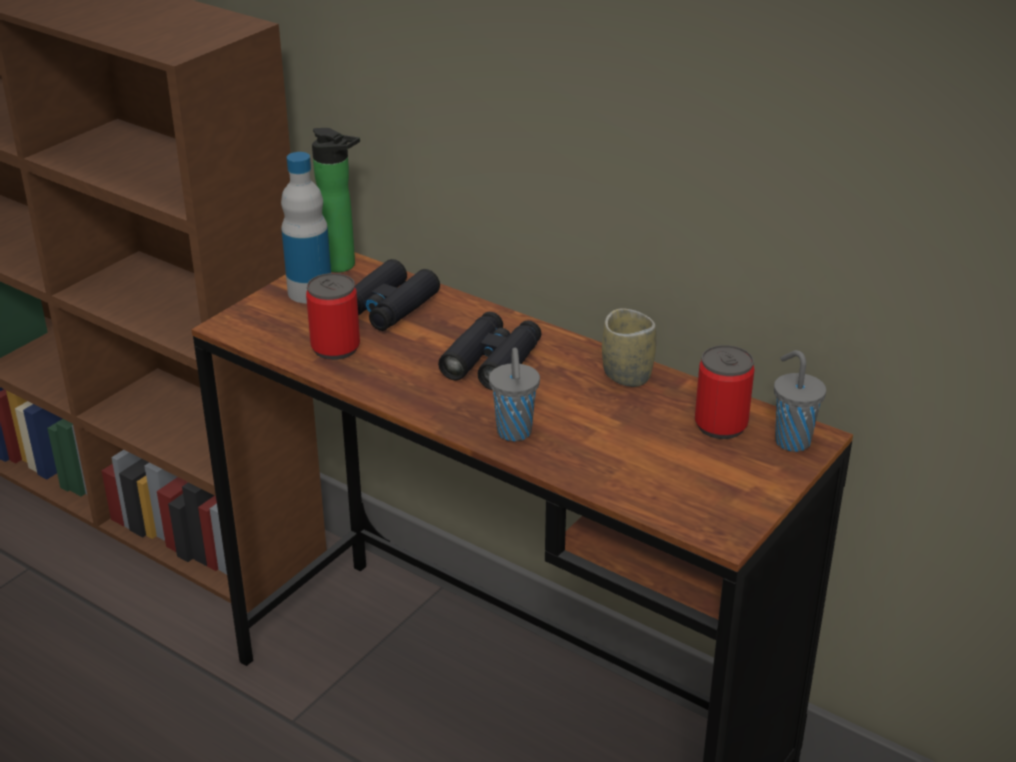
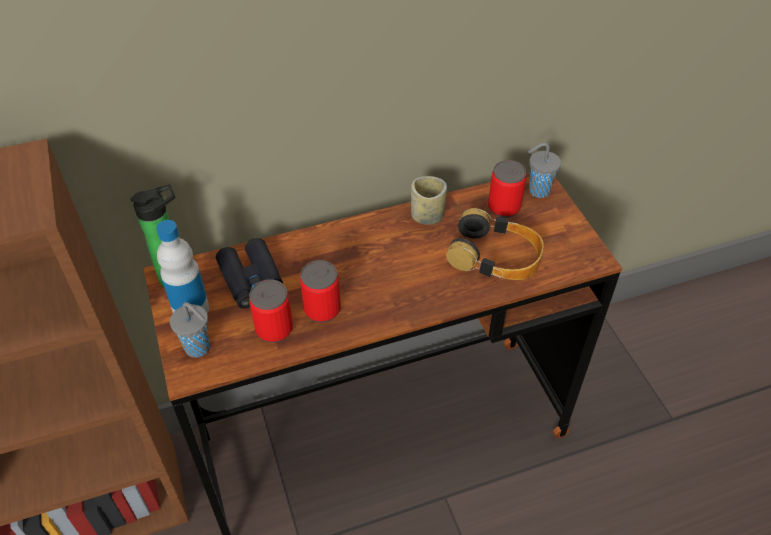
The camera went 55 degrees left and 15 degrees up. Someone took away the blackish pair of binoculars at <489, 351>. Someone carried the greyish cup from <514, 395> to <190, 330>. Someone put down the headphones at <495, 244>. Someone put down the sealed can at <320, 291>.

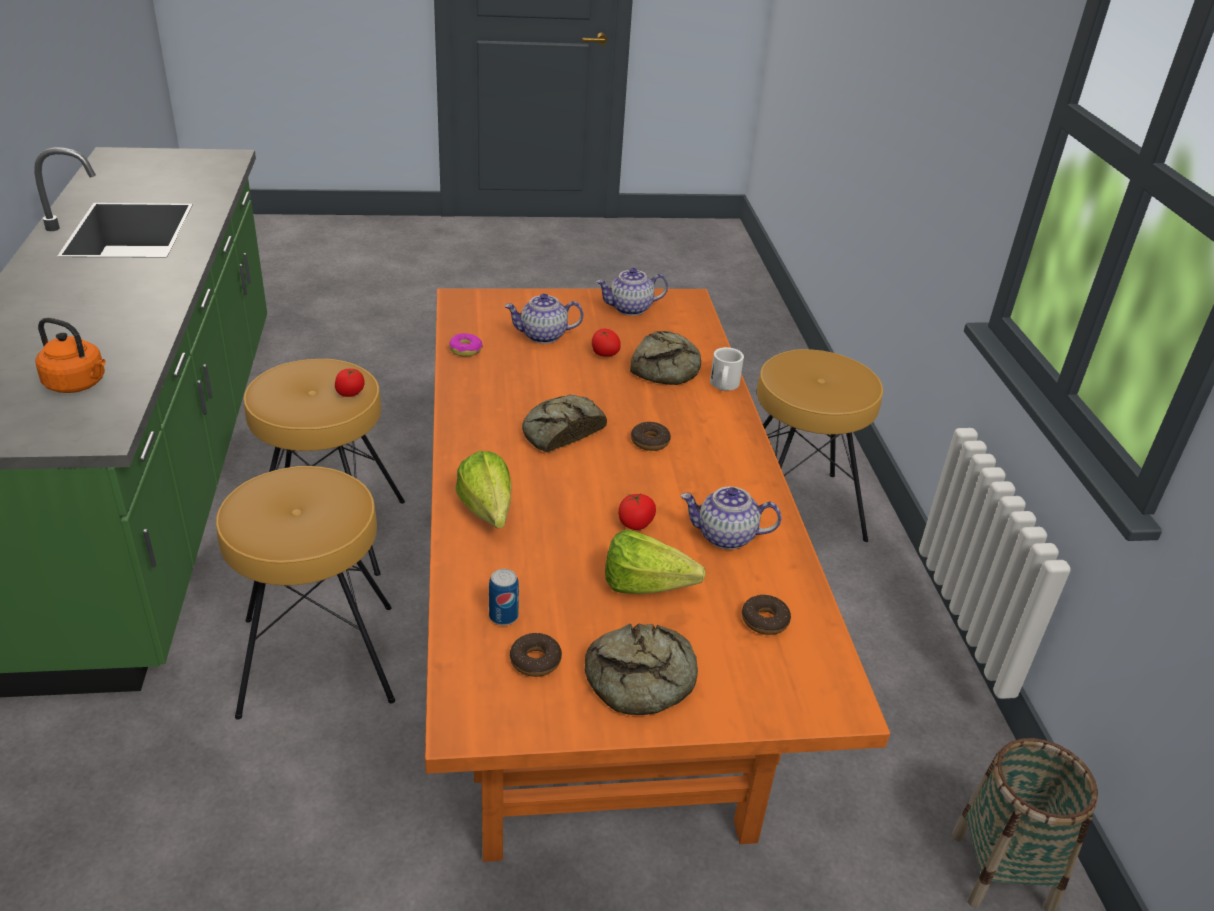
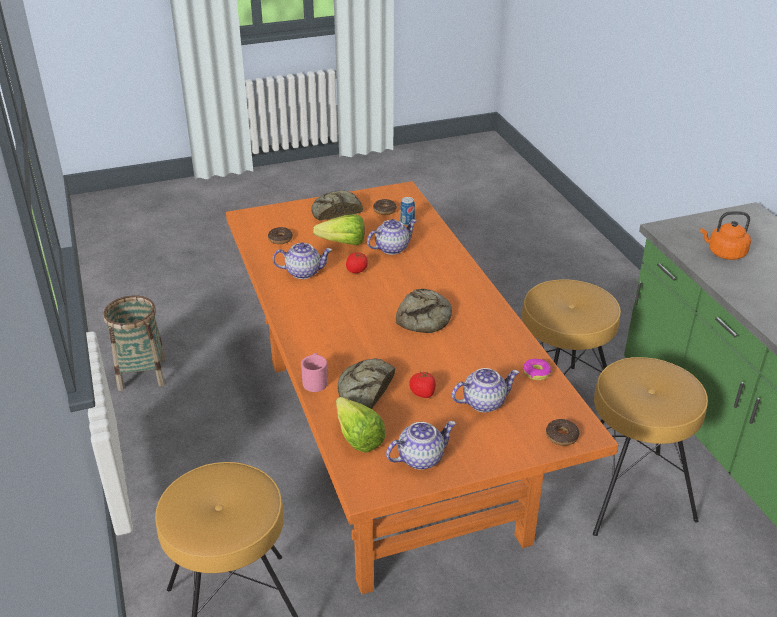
The camera went 170 degrees right and 0 degrees up. Someone repainted the white-coloured mug at <727, 369>, which became the pink-coloured mug at <314, 372>. Someone took away the tomato at <350, 383>. Someone carried the doughnut from <651, 436> to <562, 432>. Someone carried the lettuce from <484, 489> to <361, 425>. Someone put down the teapot at <392, 237>.

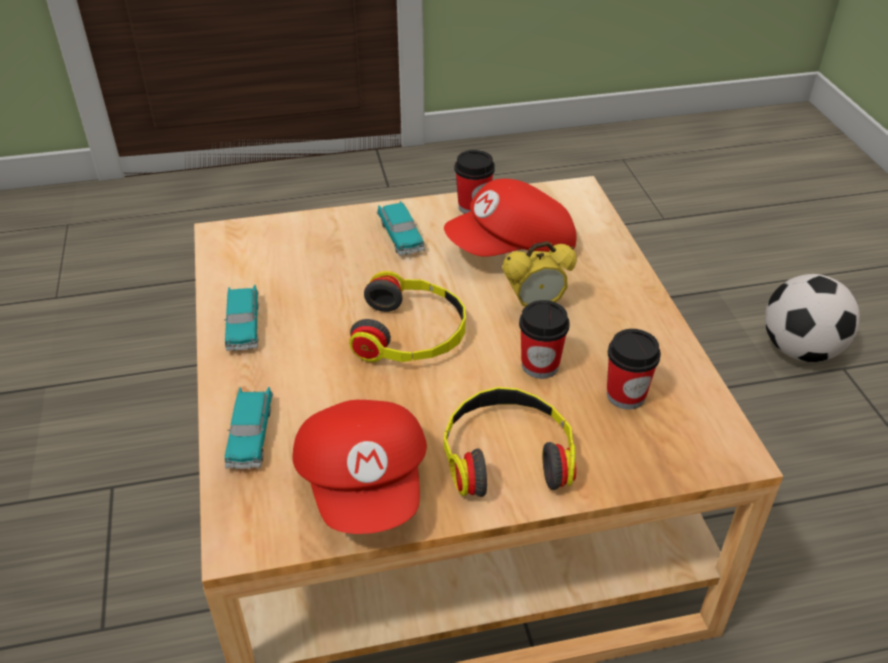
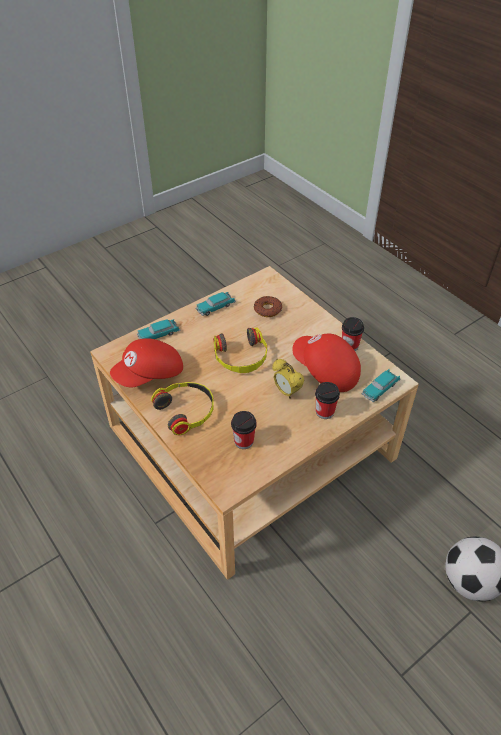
The camera went 65 degrees right and 5 degrees up. Someone carried the miniature car from <401, 228> to <381, 385>. Someone carried the cup from <544, 339> to <327, 400>. Someone put down the doughnut at <268, 306>.

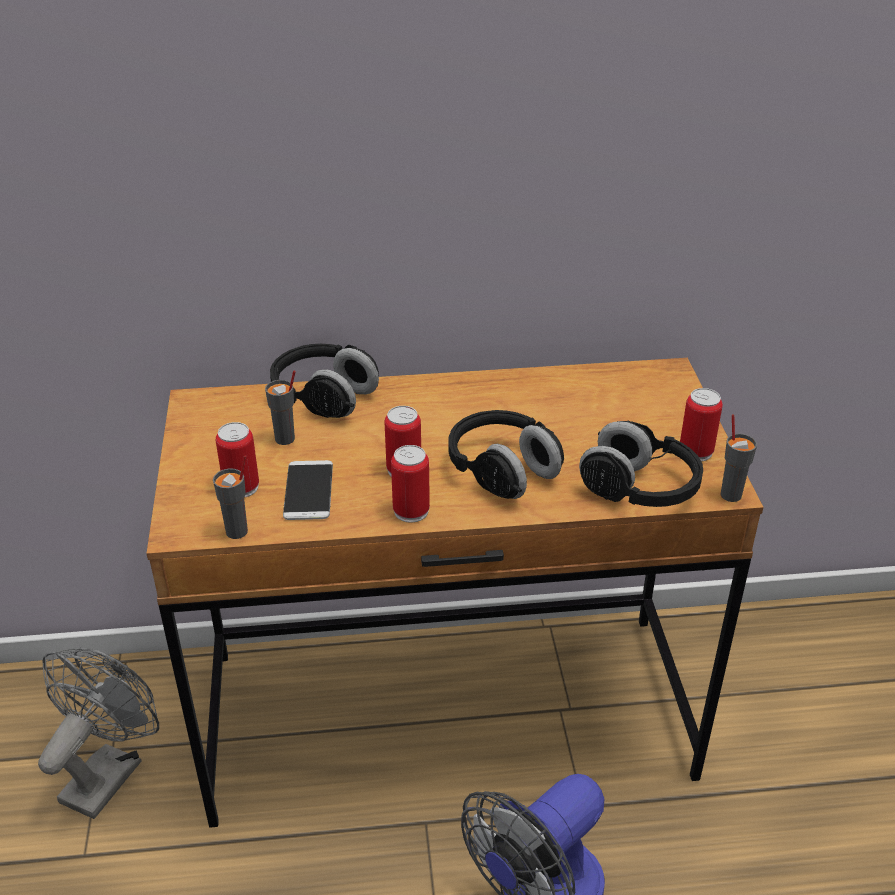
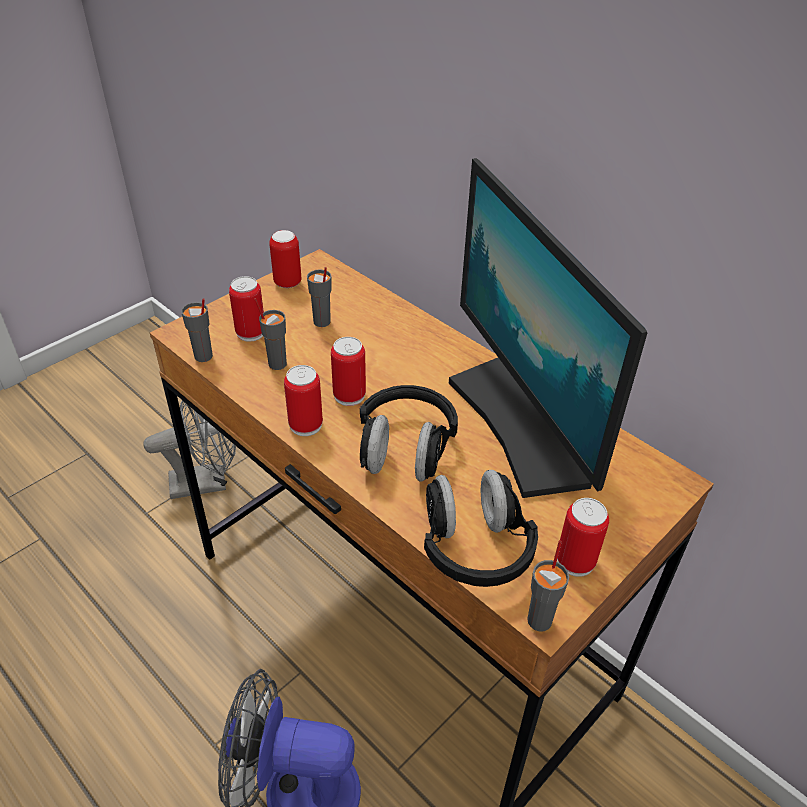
The camera went 50 degrees right and 5 degrees up. Someone took away the blackish headphones at <324, 381>. Someone swapped the handset at <308, 490> for the greyish cup at <270, 334>. Someone put down the monitor at <548, 328>. Someone put down the sealed can at <285, 259>.

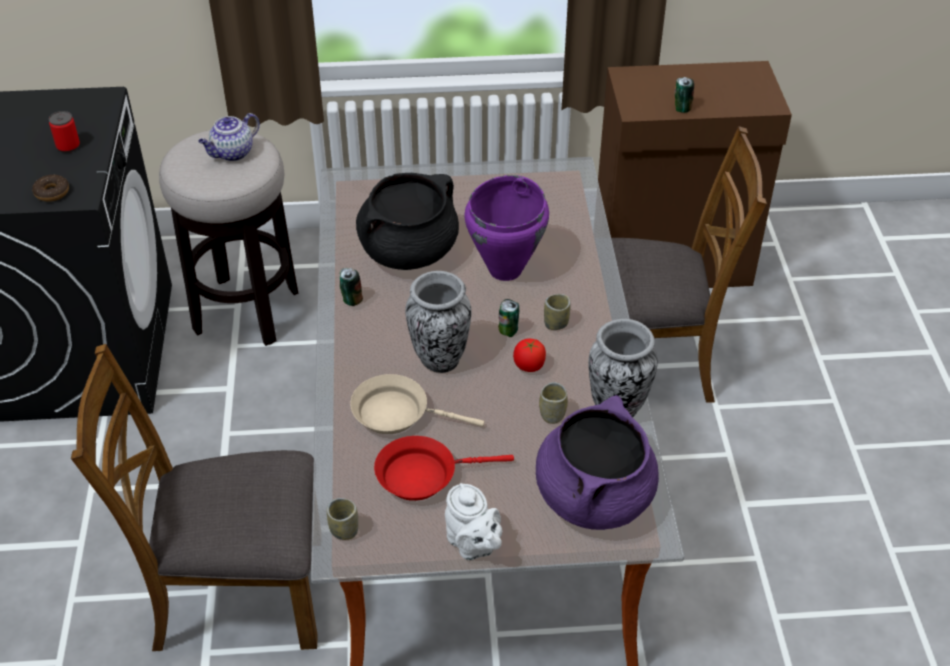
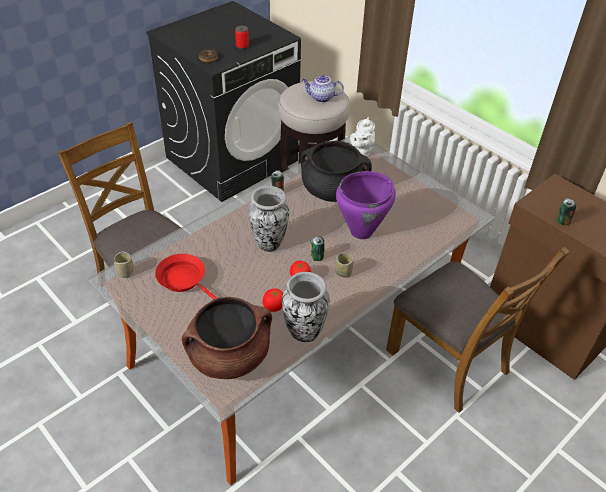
The camera went 50 degrees right and 0 degrees up. Someone took away the sand-coloured skillet at <417, 404>. Someone swapped the cup at <553, 403> for the tomato at <273, 300>. Someone repainted the purple stockpot at <597, 462>, which became the brown stockpot at <227, 338>. Someone carried the white-coloured teapot from <473, 521> to <362, 137>.

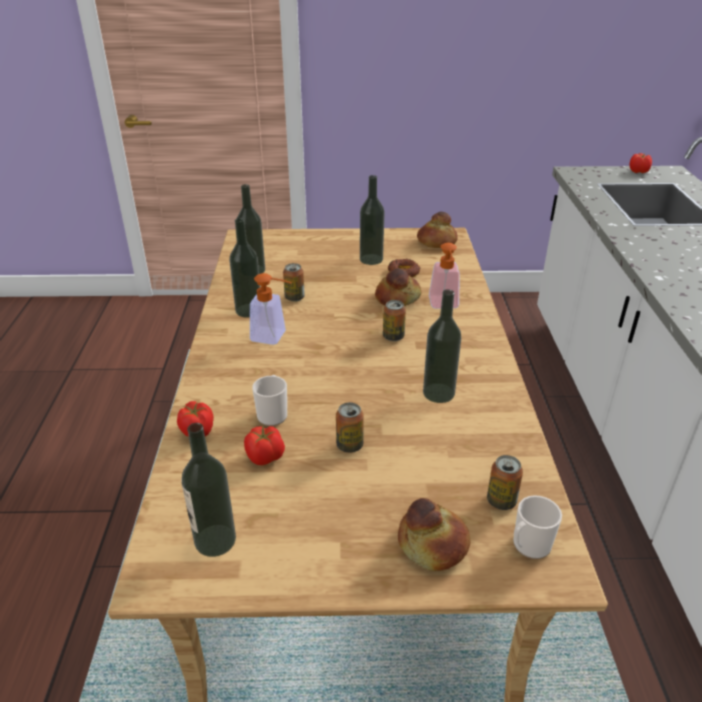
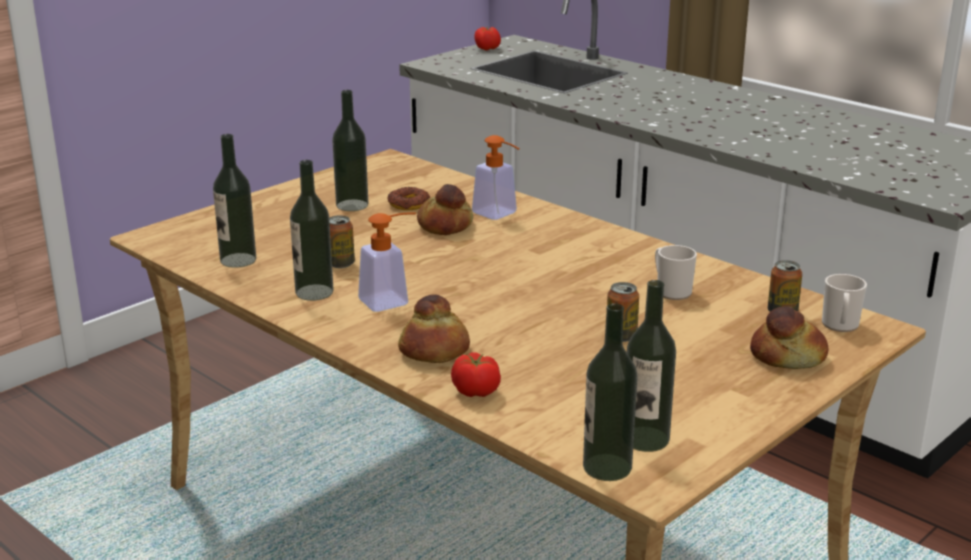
The camera went 45 degrees left and 10 degrees down. Someone carried the baked bread from <437, 230> to <434, 328>. Someone carried the drink bottle from <442, 346> to <610, 392>. Someone took away the sealed can at <394, 320>. Someone carried the mug from <269, 400> to <676, 272>. Someone took away the tomato at <264, 445>.

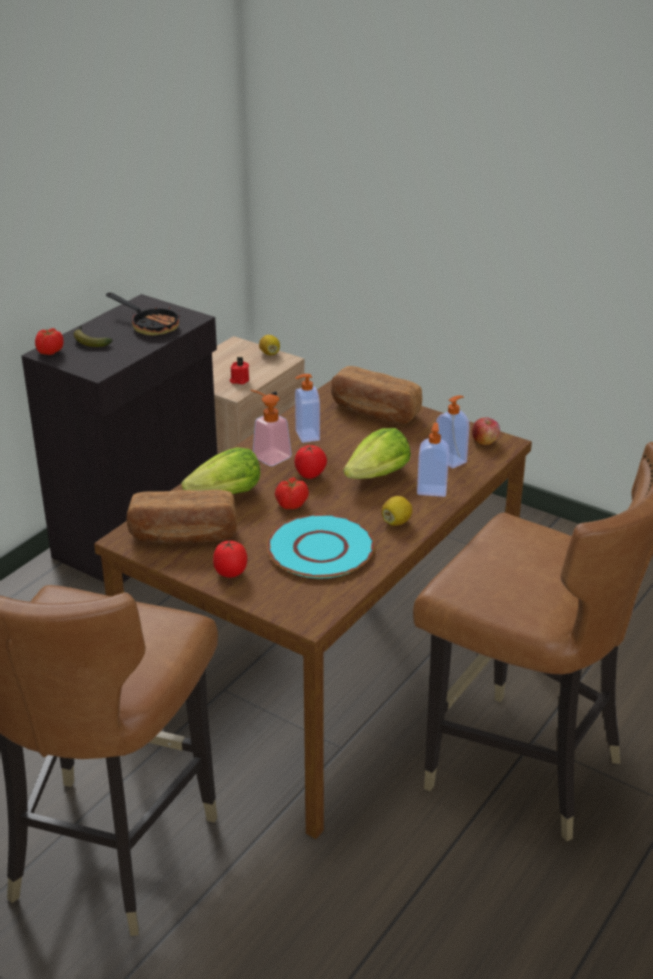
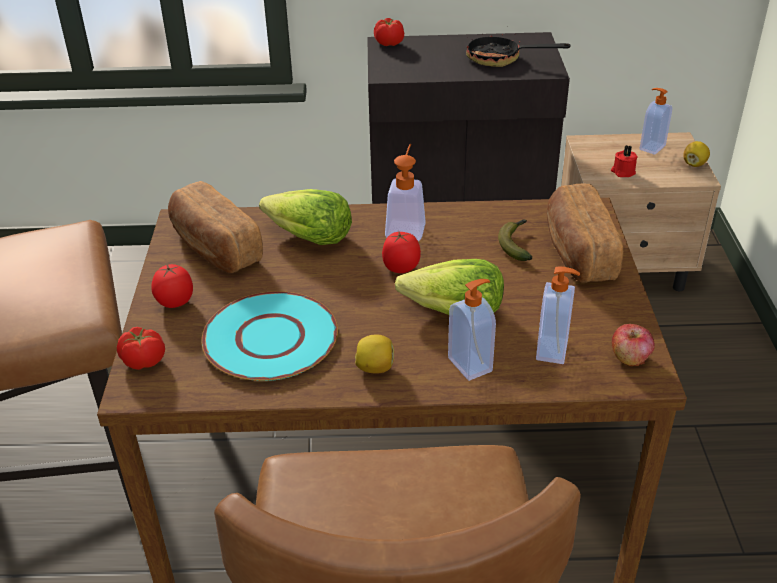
The camera went 55 degrees right and 5 degrees up. Someone rotated the skillet at <143, 314> by 105 degrees clockwise. Someone carried the whole banana from <93, 336> to <515, 240>. Someone carried the soap dispenser from <307, 408> to <656, 121>. Someone carried the tomato from <292, 493> to <141, 348>.

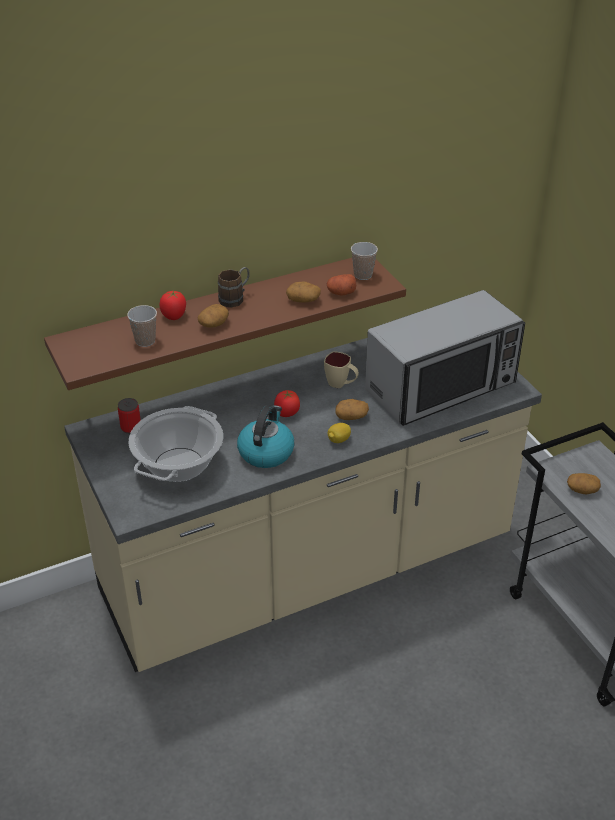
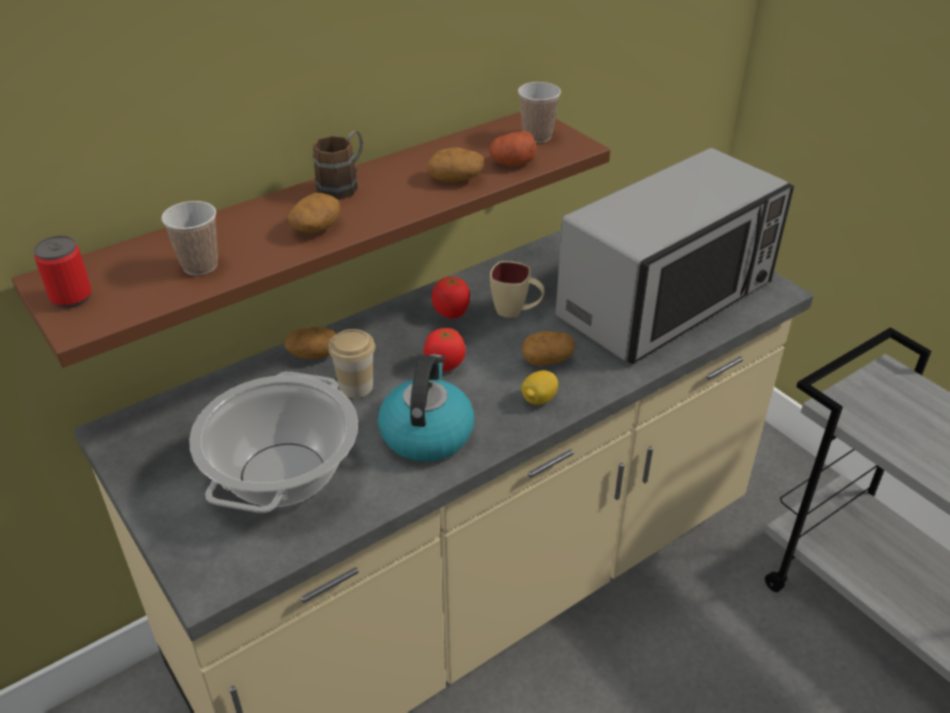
The camera went 10 degrees left and 0 degrees up. Someone carried the tomato from <173, 305> to <451, 298>. Someone carried the sealed can from <129, 416> to <63, 272>. Someone carried the spud from <584, 483> to <310, 343>. Someone put down the cup at <352, 363>.

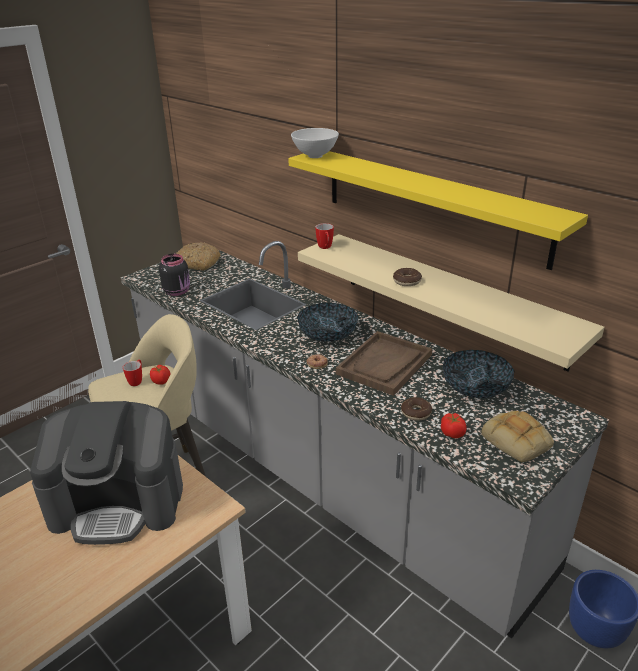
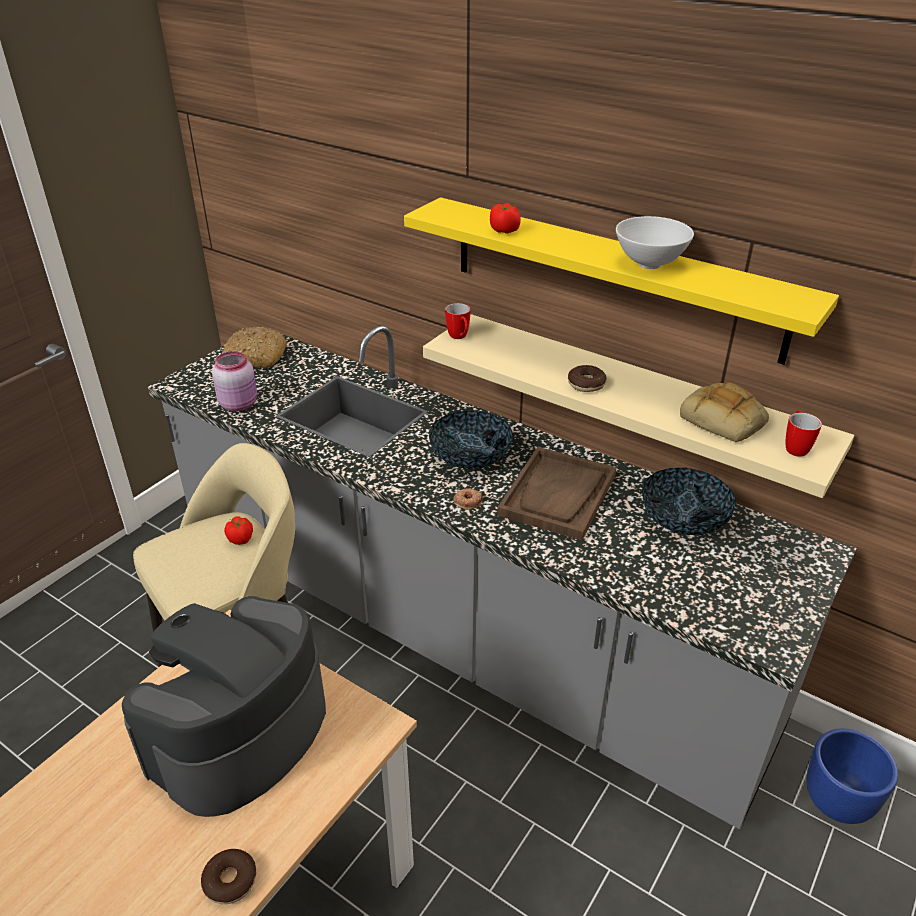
The camera went 10 degrees left and 5 degrees up. Someone carried the white-coloured deep dish from <315, 143> to <655, 242>. Someone repainted the blackish storage jar at <174, 275>, which became the pink-coloured storage jar at <234, 381>. Someone carried the mug from <132, 373> to <804, 433>. Someone carried the doughnut from <416, 409> to <228, 876>. Someone rotated the coffee machine at <106, 473> by 135 degrees clockwise. Someone carried the baked bread from <518, 437> to <724, 412>. Someone carried the tomato from <454, 425> to <505, 218>.

